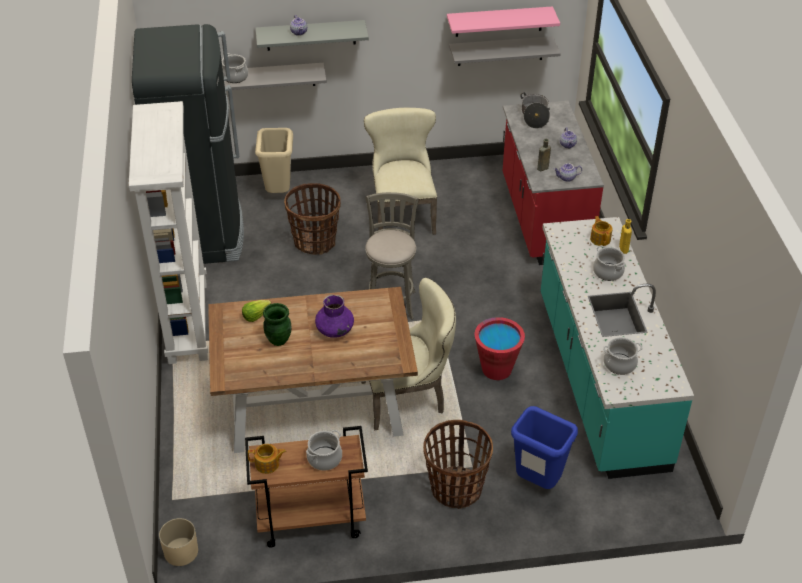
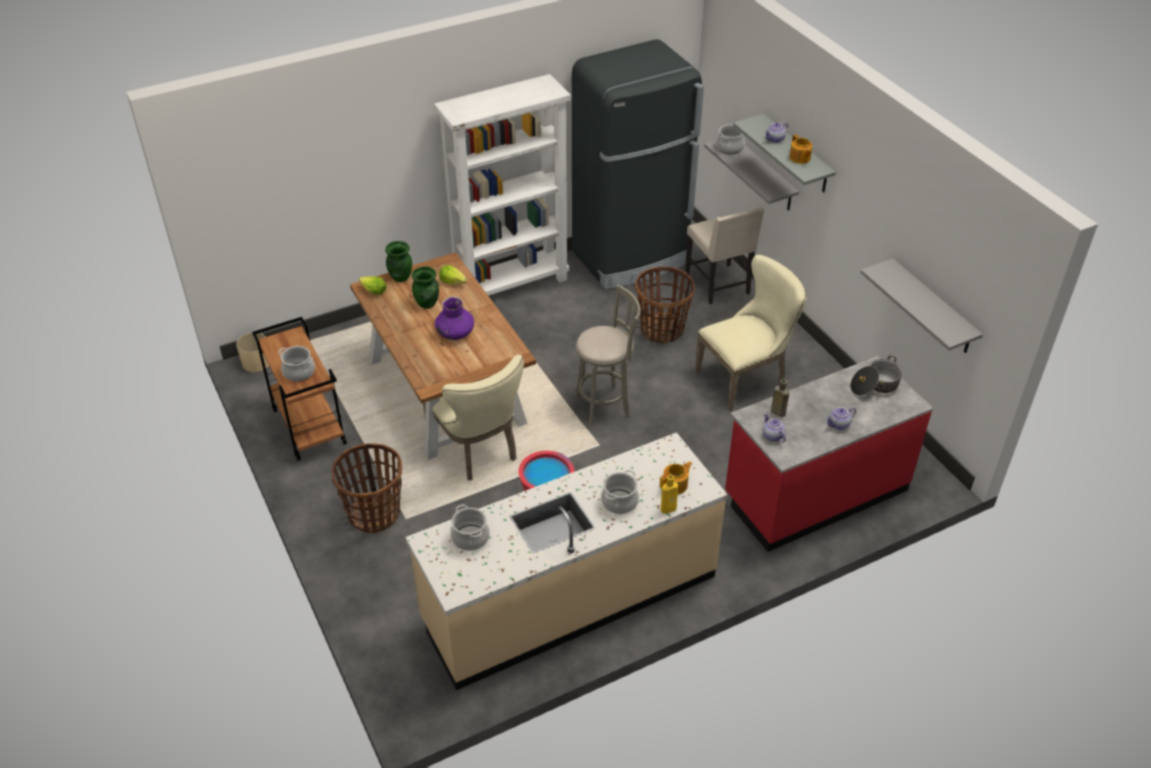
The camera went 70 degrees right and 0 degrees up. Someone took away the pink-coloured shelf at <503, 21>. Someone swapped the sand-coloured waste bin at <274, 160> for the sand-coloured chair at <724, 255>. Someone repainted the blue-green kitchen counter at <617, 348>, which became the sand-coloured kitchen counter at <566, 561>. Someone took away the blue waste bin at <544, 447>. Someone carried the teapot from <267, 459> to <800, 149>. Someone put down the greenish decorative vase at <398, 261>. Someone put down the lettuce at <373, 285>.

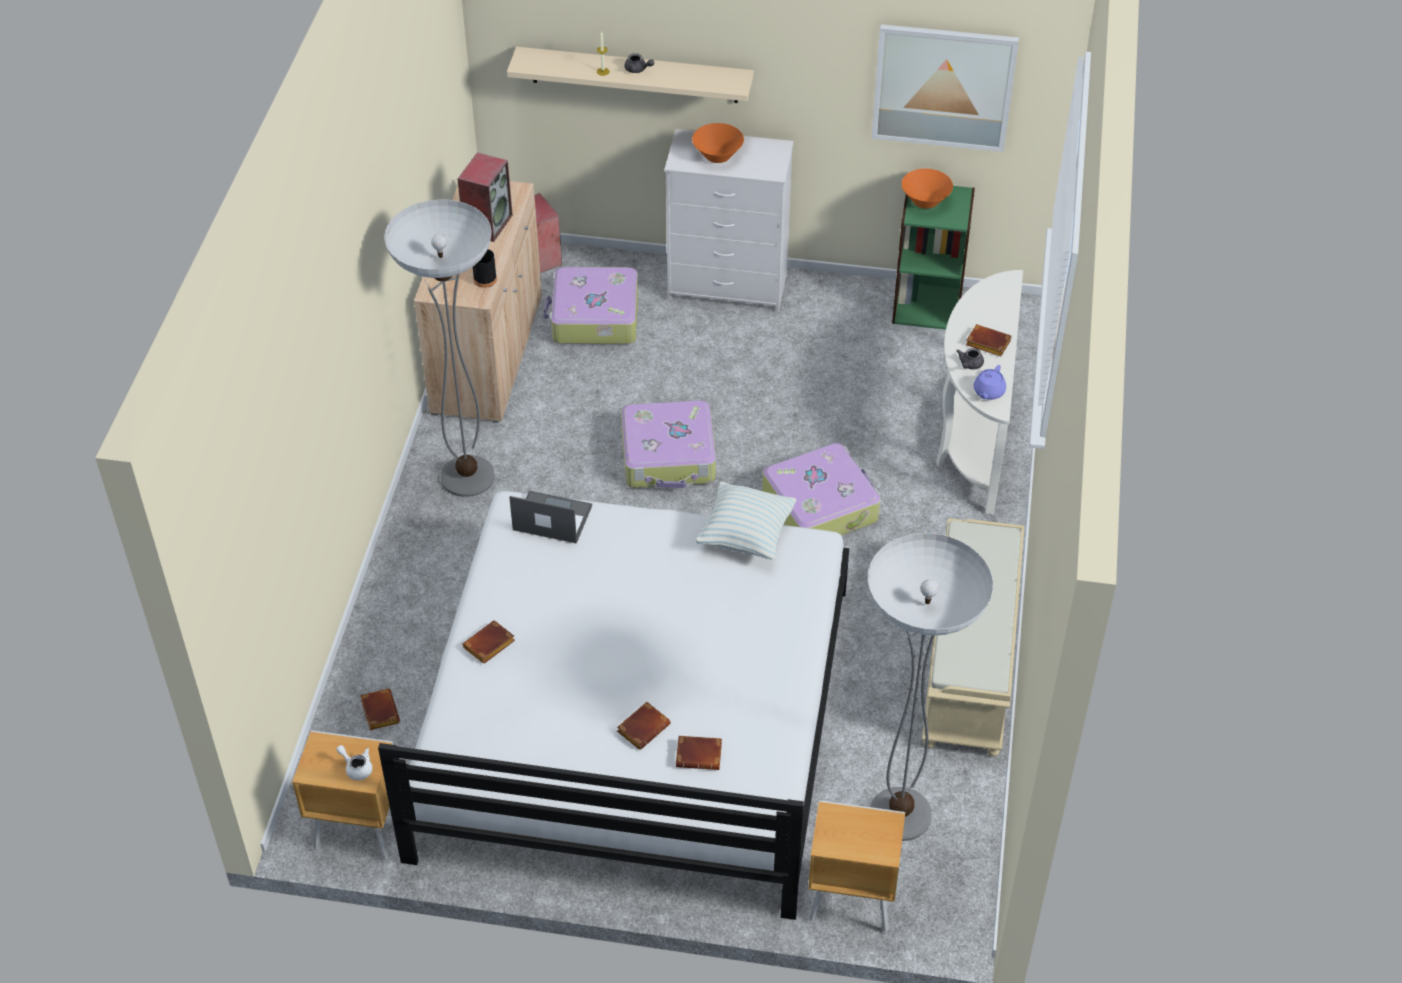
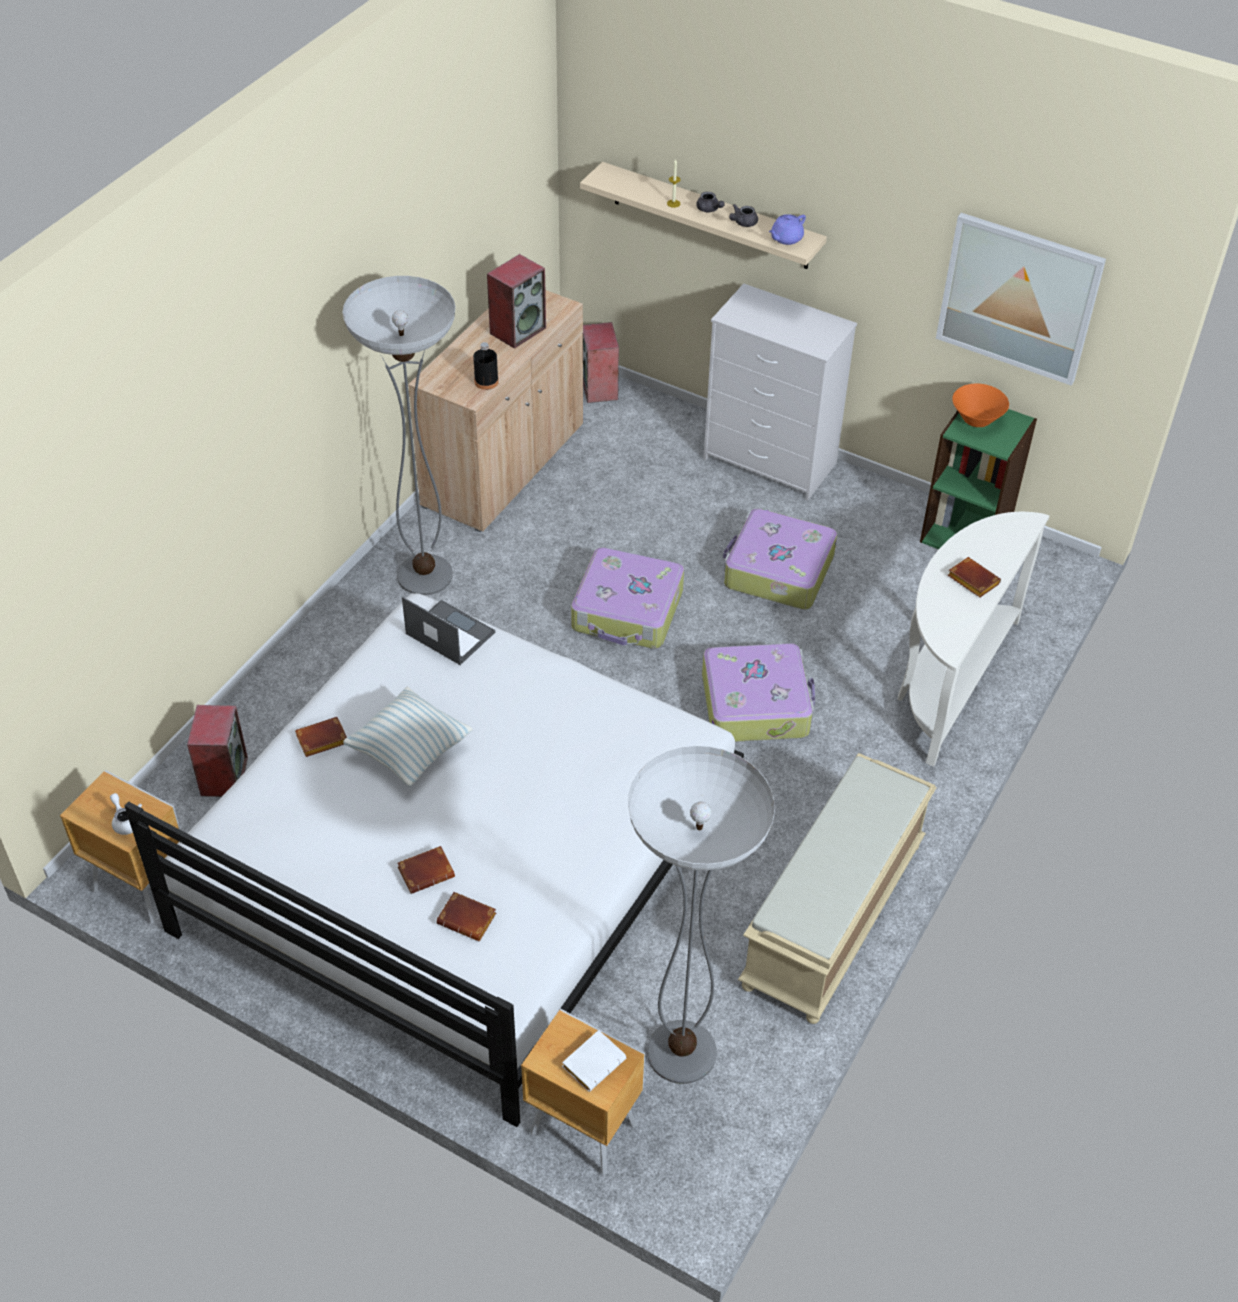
The camera went 20 degrees right and 0 degrees up. Someone took away the orange deep dish at <718, 143>. Someone carried the travel case from <590, 305> to <780, 559>. Someone carried the greyish teapot from <970, 359> to <743, 215>. Someone carried the purple teapot from <990, 382> to <787, 229>. Someone carried the throw pillow from <746, 521> to <408, 736>. Someone swapped the brown bound book at <380, 709> for the loudspeaker at <217, 751>. Someone put down the white-coloured bound book at <594, 1061>.

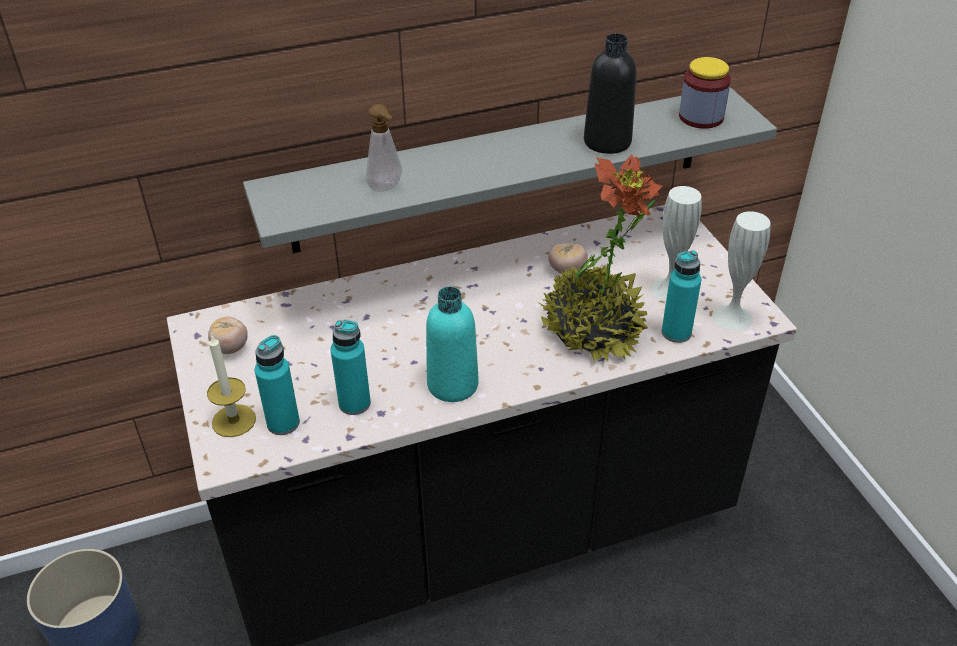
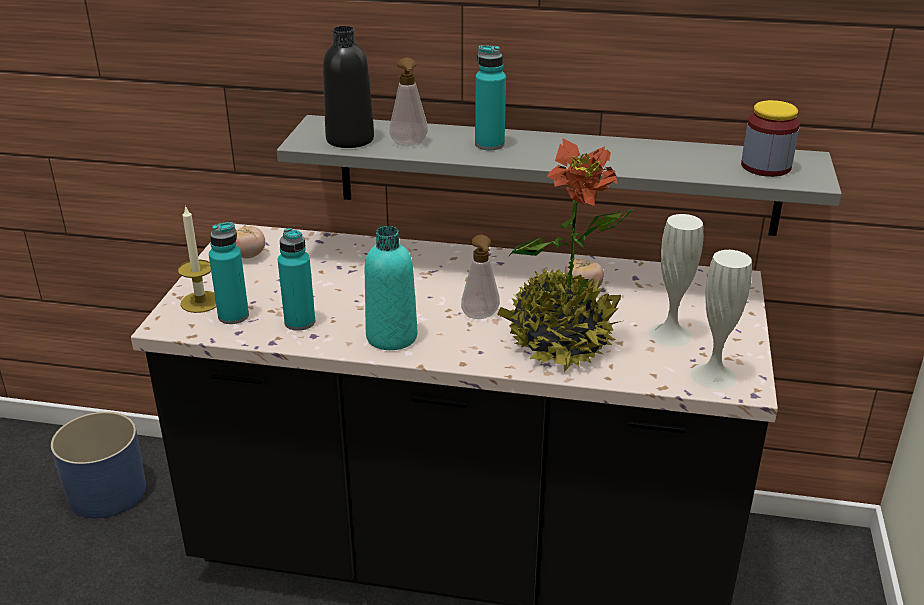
The camera went 30 degrees right and 10 degrees down. Someone carried the blackish drink bottle from <610, 93> to <348, 87>. Someone carried the blue-green drink bottle from <681, 296> to <490, 97>. Someone put down the soap dispenser at <480, 277>.

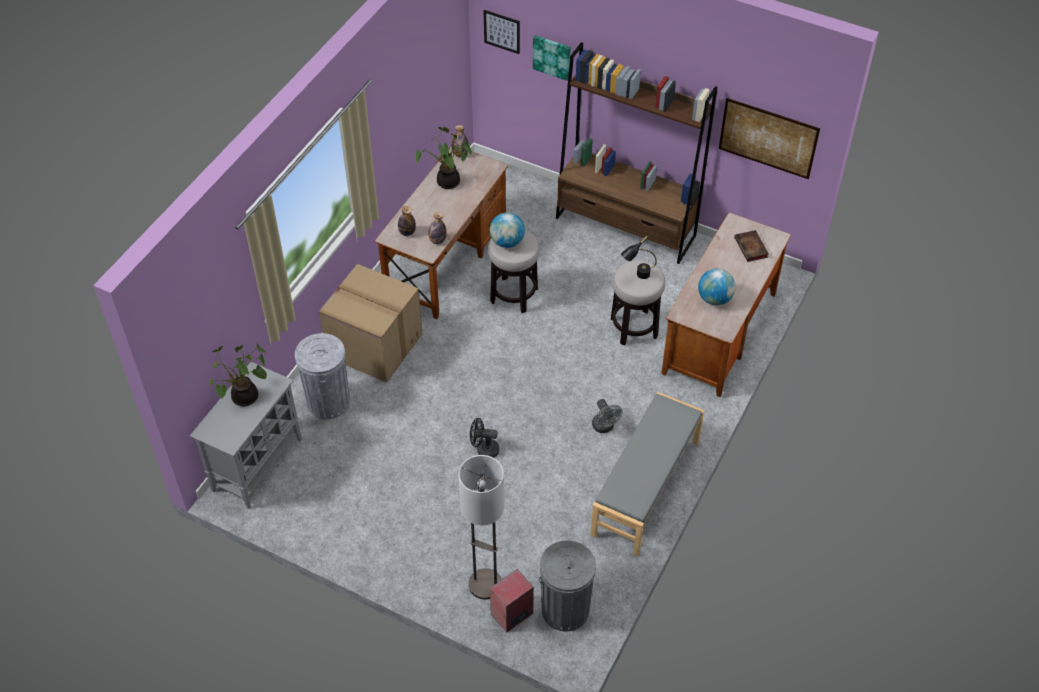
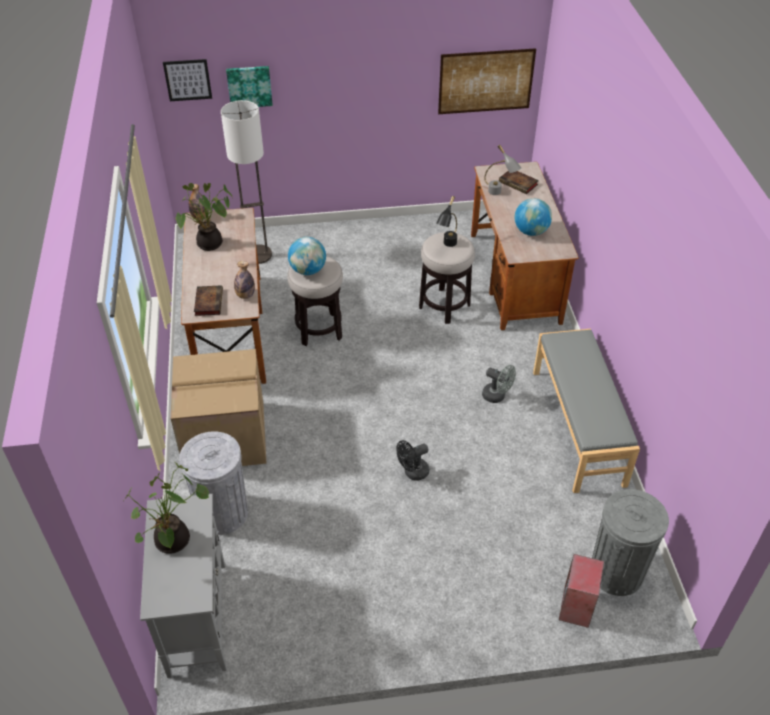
The camera went 35 degrees left and 5 degrees down. Someone took away the brown bookshelf at <637, 153>. Someone swapped the drink bottle at <407, 221> for the bound book at <208, 300>. Someone carried the floor lamp from <481, 527> to <246, 182>. Someone put down the greyish table lamp at <502, 170>.

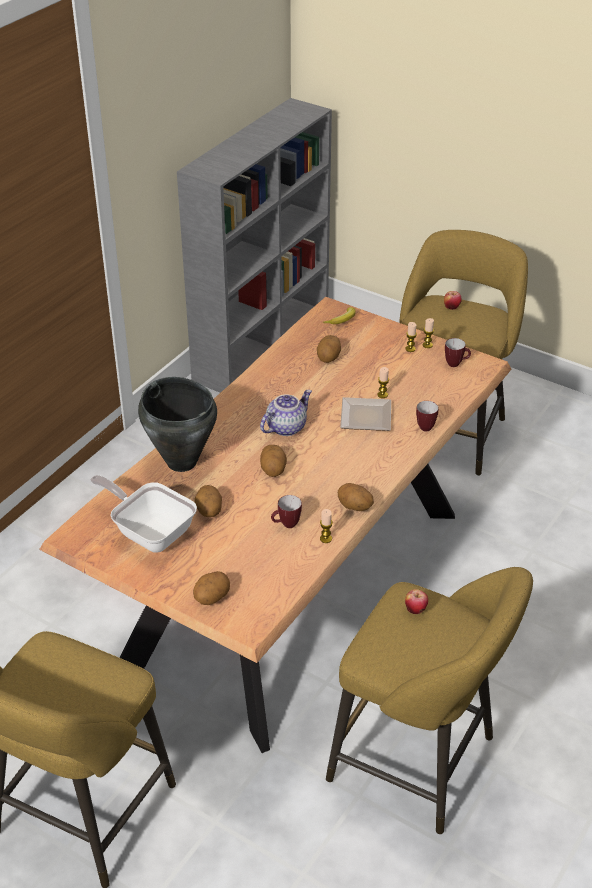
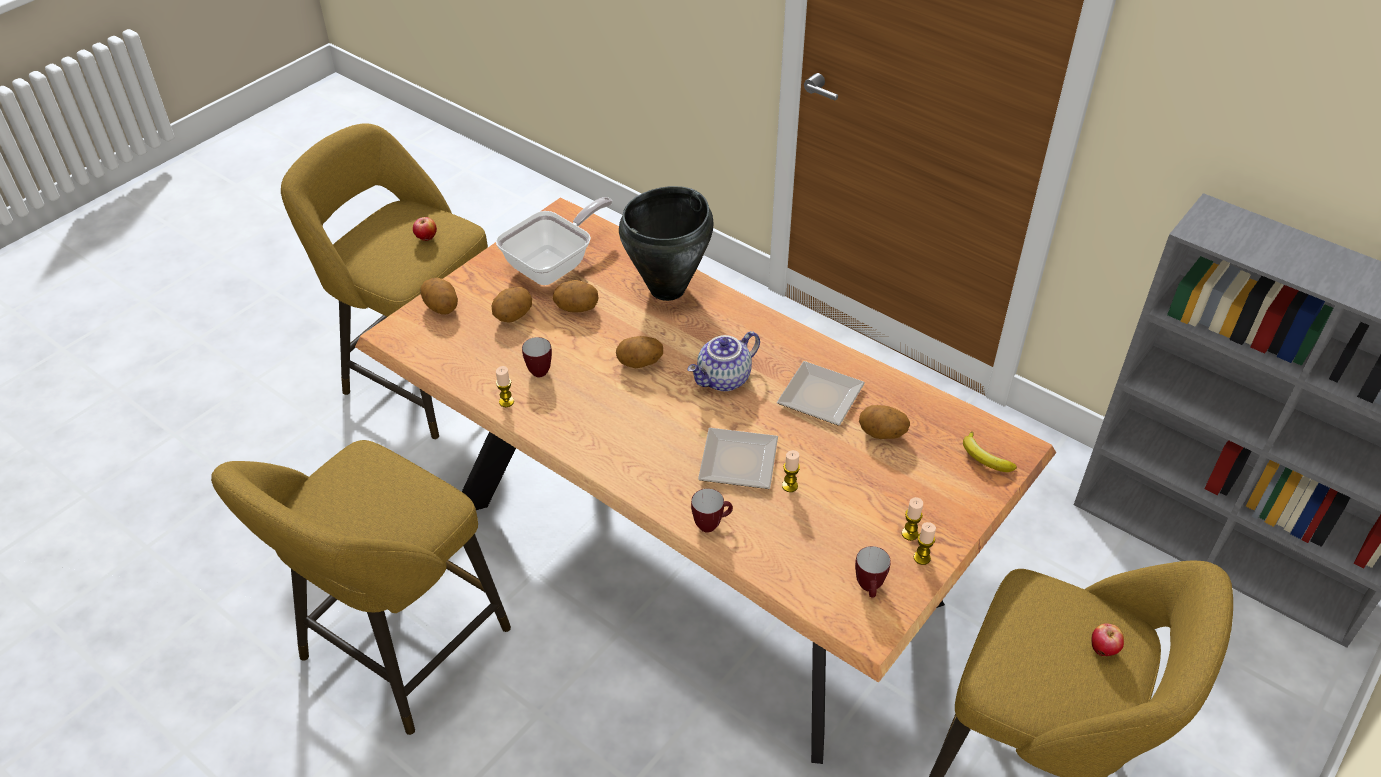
The camera went 95 degrees right and 5 degrees up. Someone rotated the teapot at <286, 413> by 90 degrees clockwise. Someone carried the spud from <356, 497> to <511, 305>. Someone carried the whole apple from <416, 601> to <425, 229>. Someone put down the plate at <821, 393>.

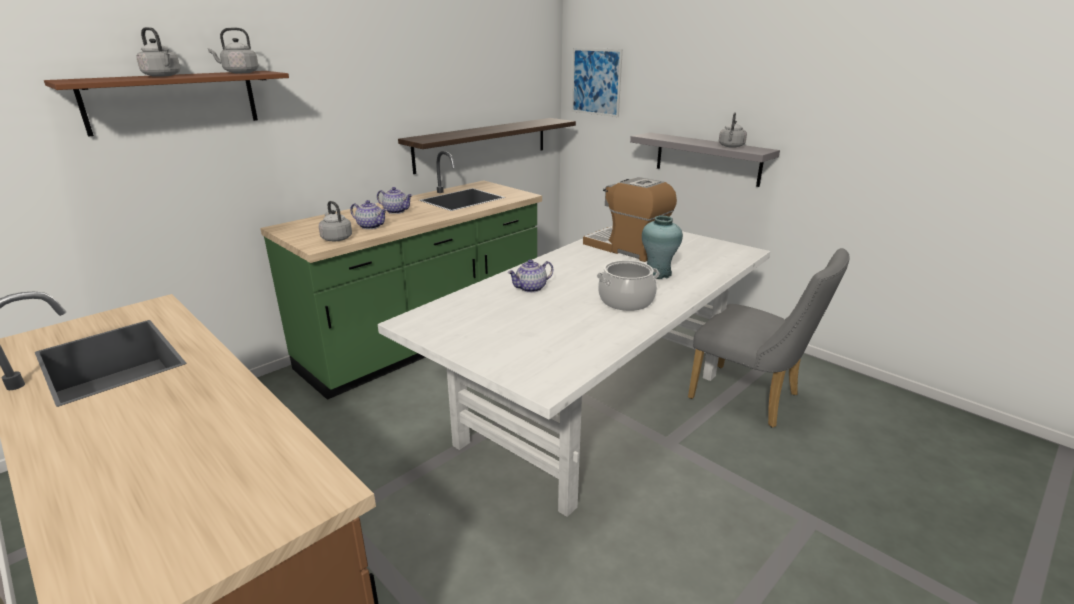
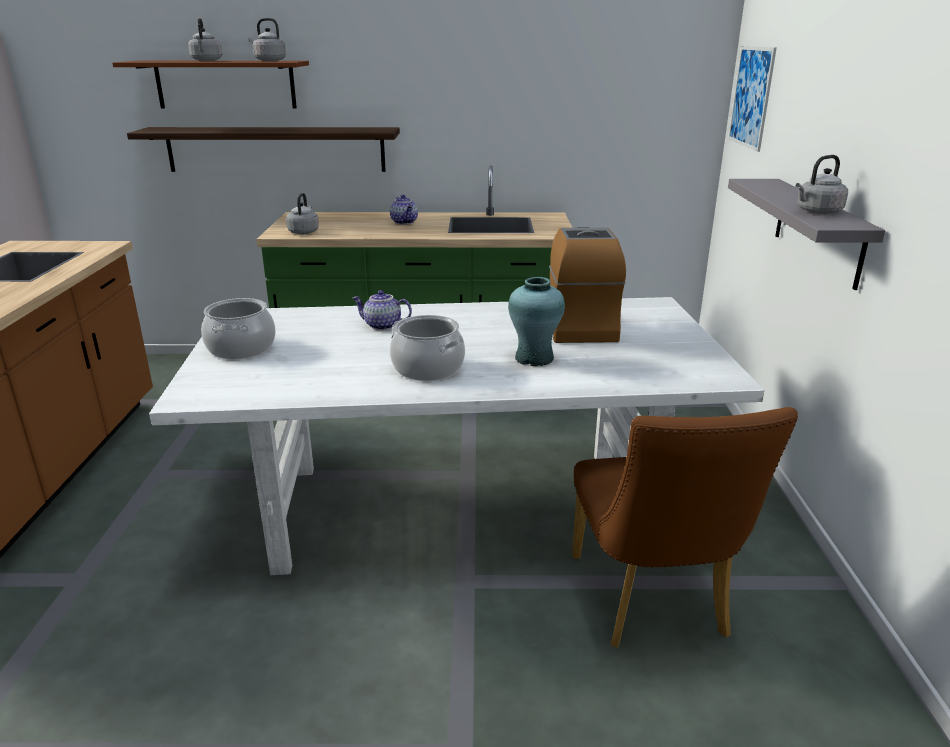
The camera went 45 degrees right and 0 degrees up. Someone carried the shelf from <487, 146> to <263, 149>. Someone took away the teapot at <368, 214>. Someone repainted the greyish chair at <768, 338>, which became the brown chair at <685, 527>. Someone put down the stockpot at <238, 328>.

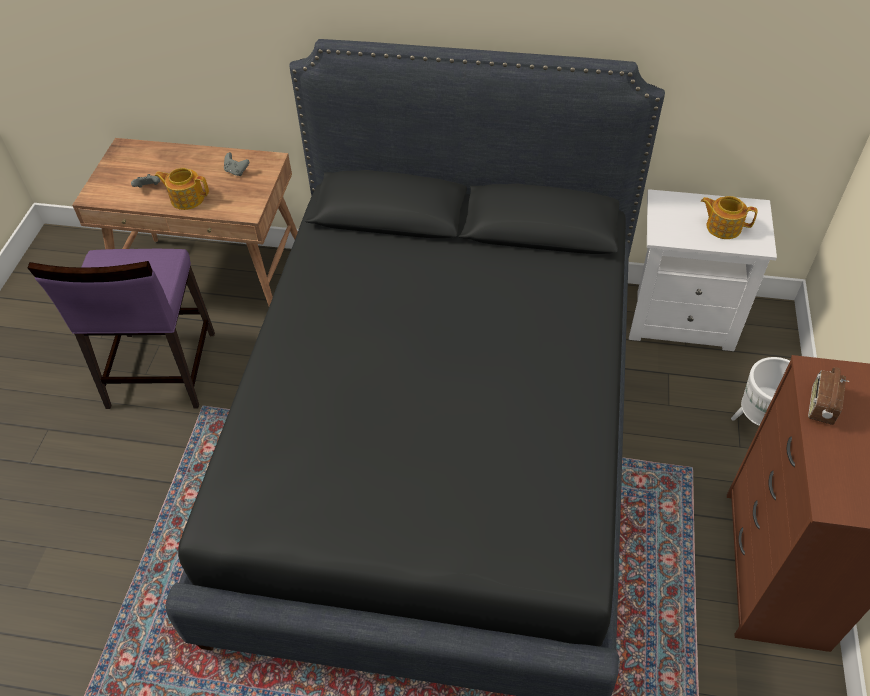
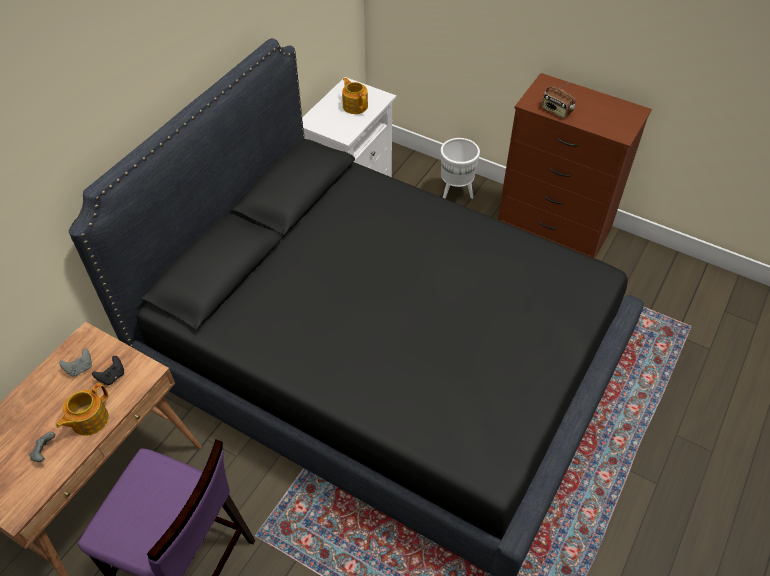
The camera went 70 degrees left and 0 degrees up. Someone rotated the teapot at <729, 217> by 105 degrees clockwise. Someone put down the blackish joypad at <108, 370>.

